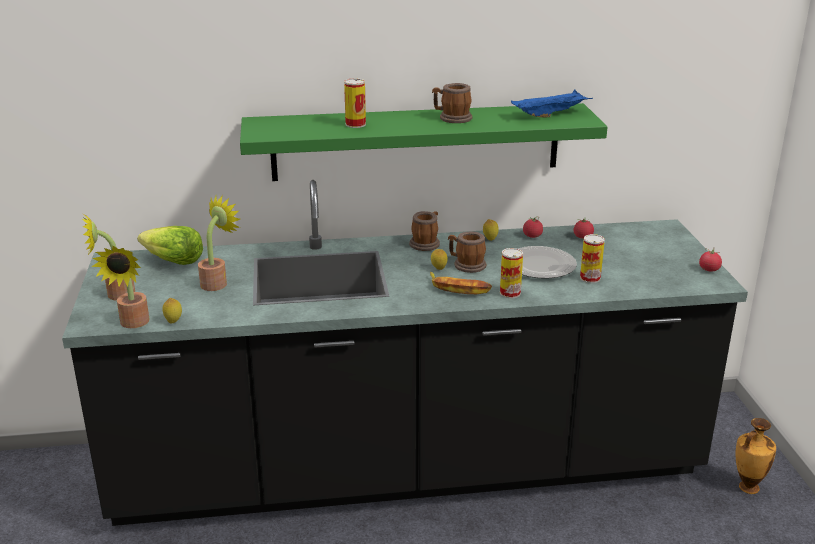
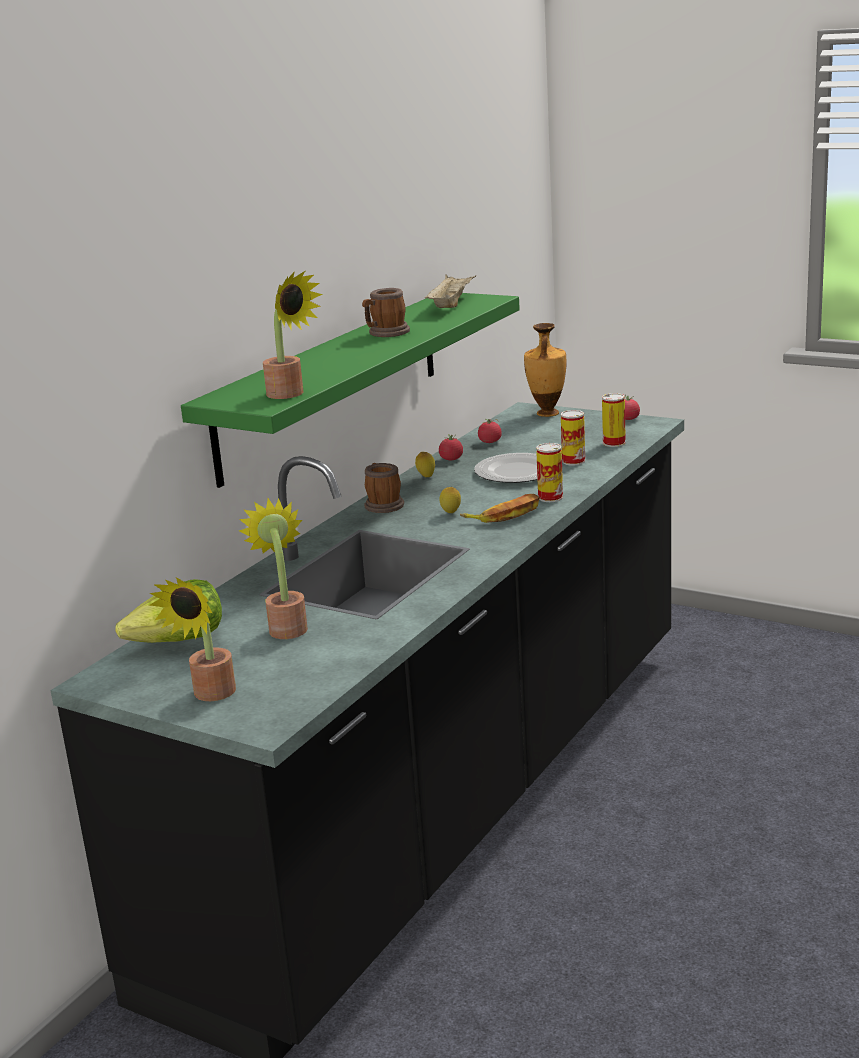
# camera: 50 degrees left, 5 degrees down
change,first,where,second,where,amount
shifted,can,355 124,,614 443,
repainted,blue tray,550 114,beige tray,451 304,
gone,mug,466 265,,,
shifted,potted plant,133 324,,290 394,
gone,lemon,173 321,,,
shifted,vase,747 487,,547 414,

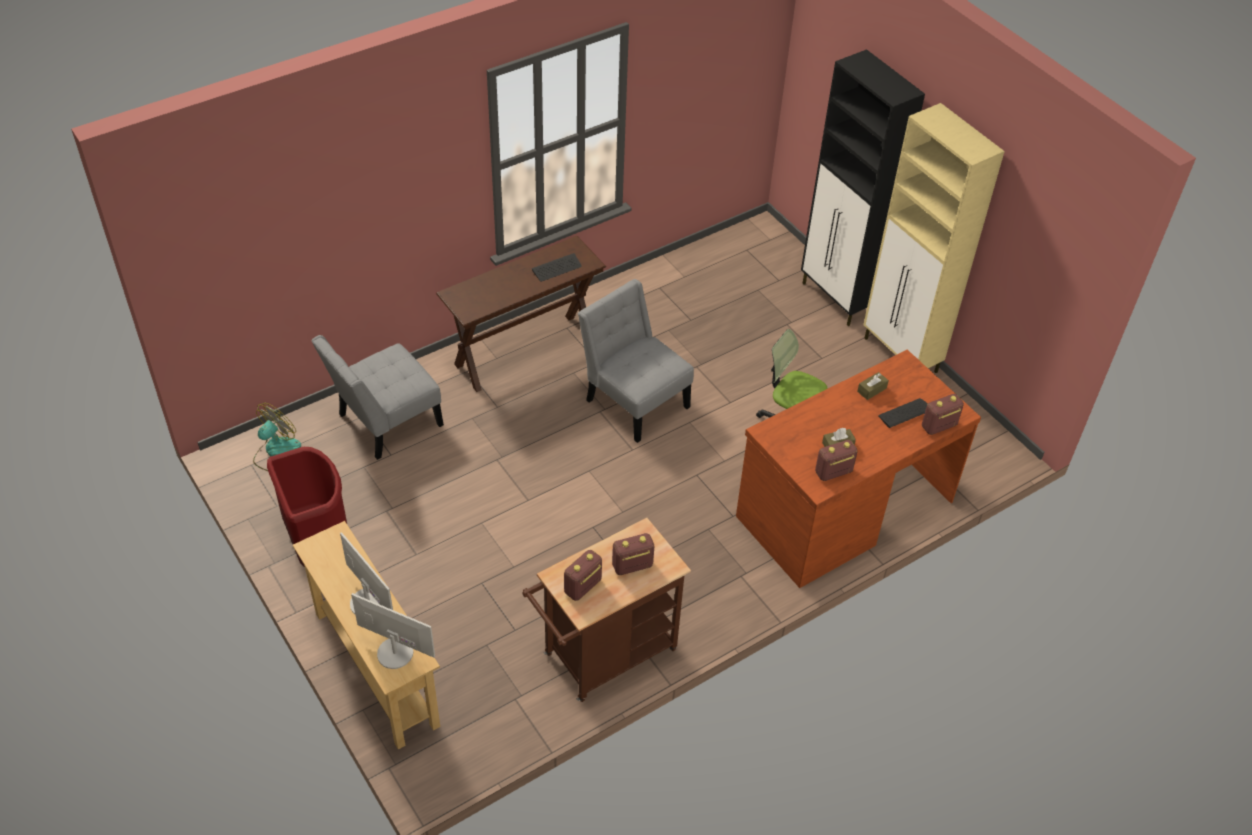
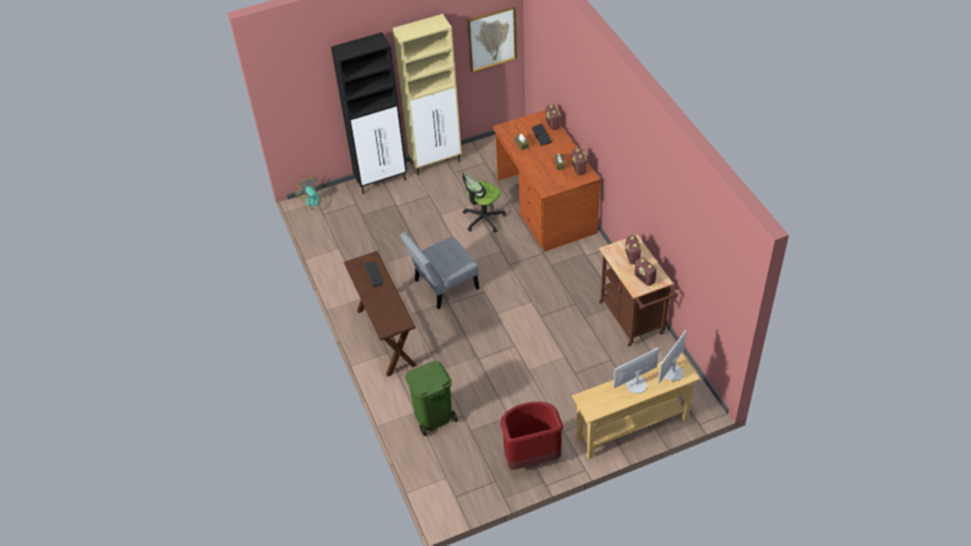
# camera: 75 degrees left, 0 degrees up
change,first,where,second,where,amount
swapped,grey chair,385 423,green trash can,433 417,
shifted,fan,276 452,,315 202,
new,,,picture,492 39,

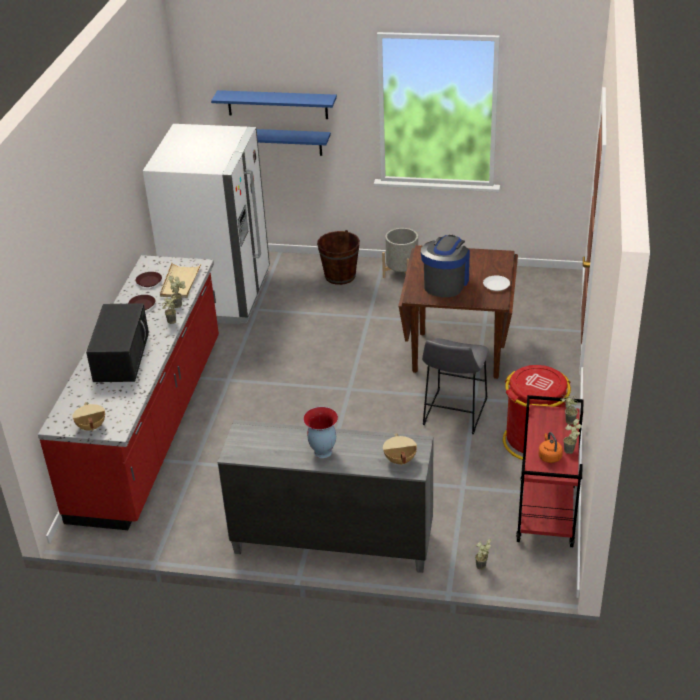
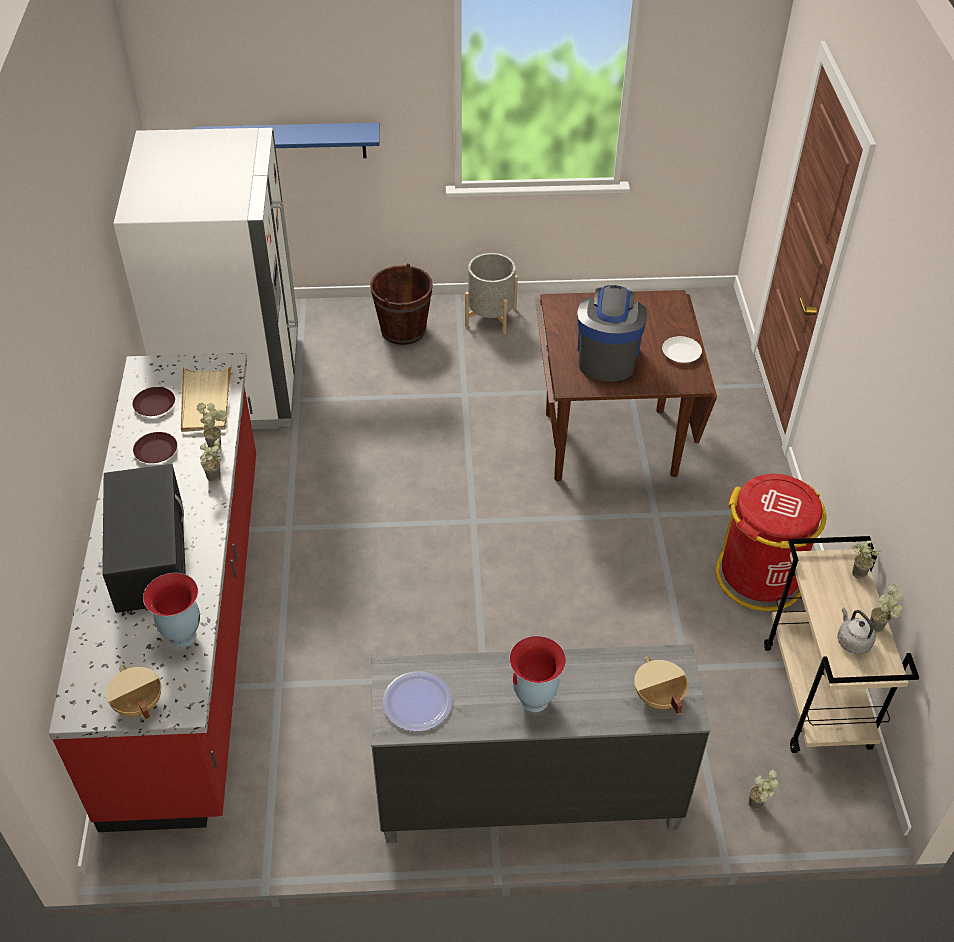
# camera: 15 degrees left, 10 degrees up
change,first,where,second,where,amount
gone,blue shelf,277 104,,,
gone,grey stool,453 414,,,
repainted,red cart,547 514,beige cart,817 697,
repainted,orange kettle,549 456,grey kettle,852 641,
new,,,vase,181 635,
new,,,plate,417 702,

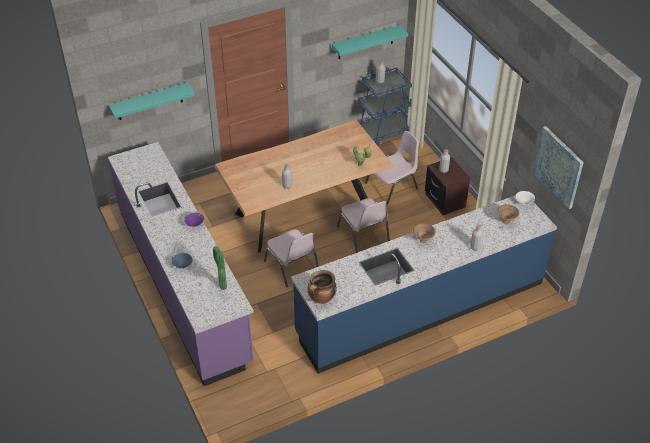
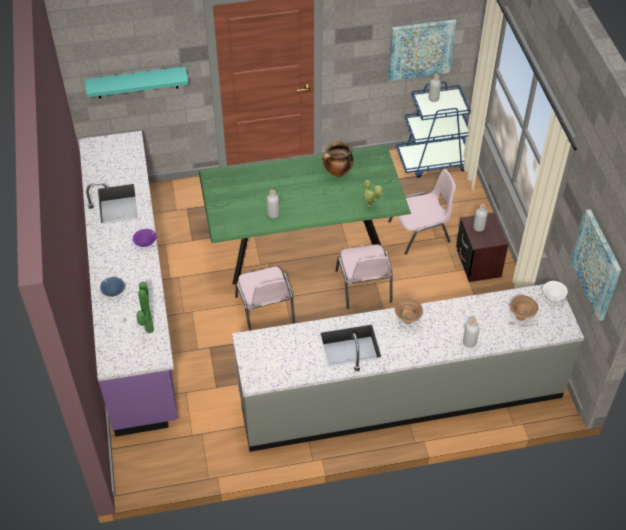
# camera: 15 degrees right, 5 degrees up
change,first,where,second,where,amount
swapped,turquoise shelf,365 42,picture,421 49,
repainted,brown dining table,304 213,green dining table,303 245,
repainted,blue counter,421 308,grey counter,400 396,
shifted,cooking pot,321 299,,337 172,

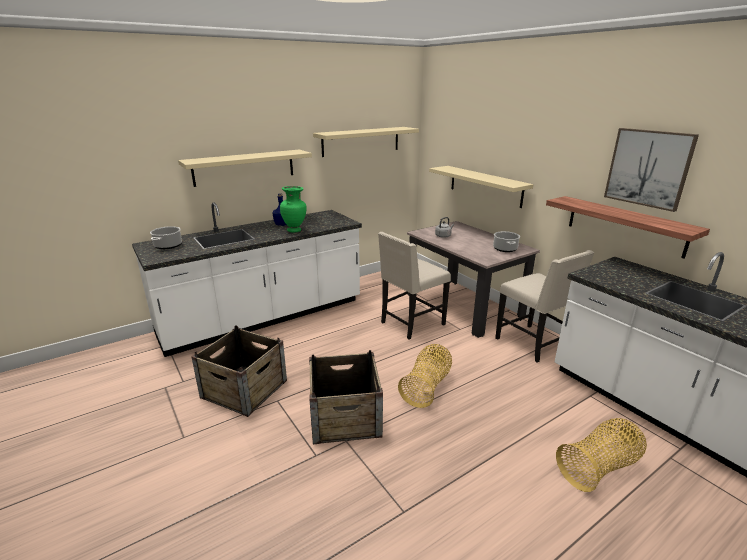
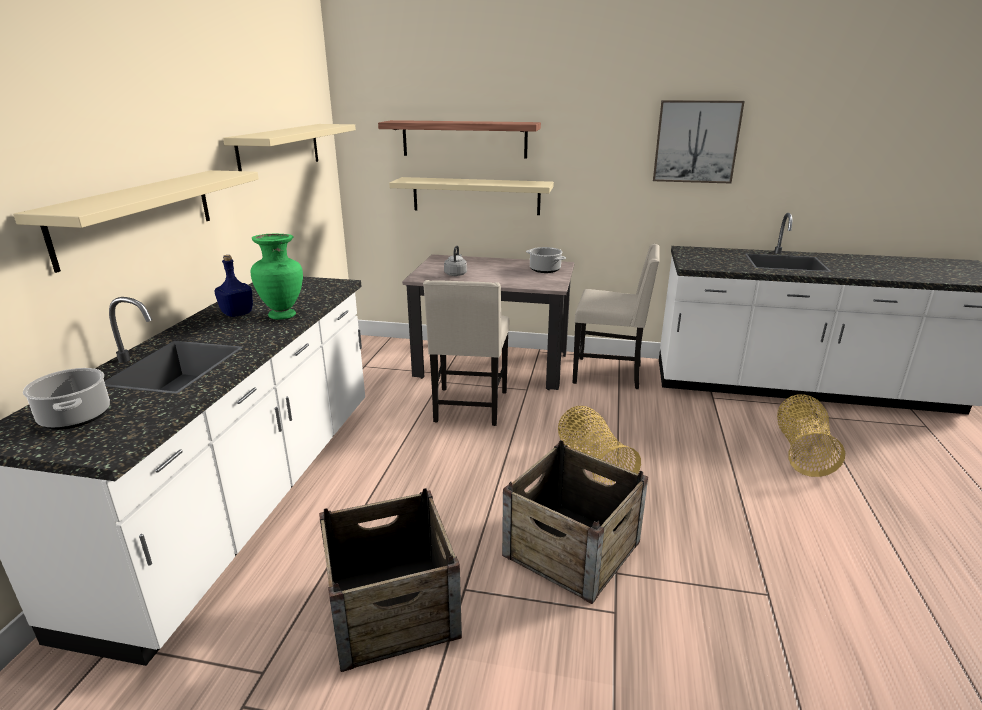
# camera: 45 degrees left, 0 degrees up
change,first,where,second,where,amount
shifted,shelf,625 225,,464 139,

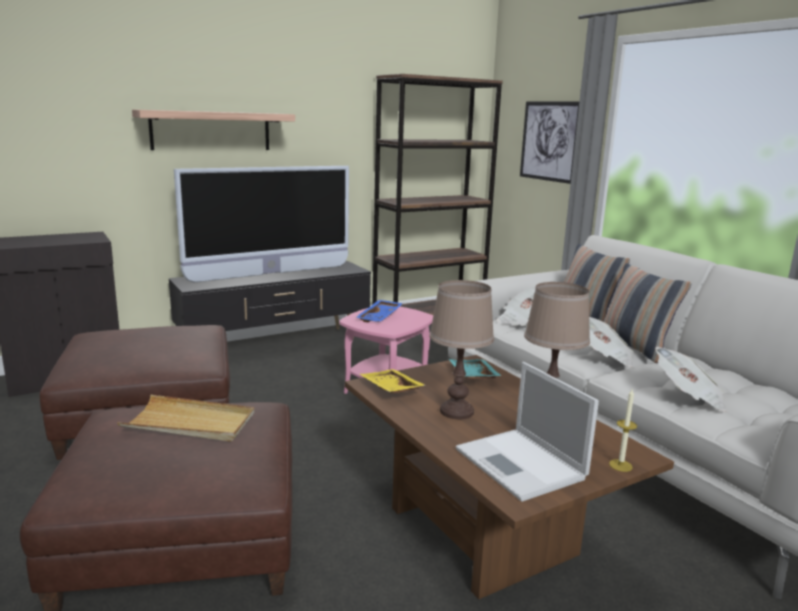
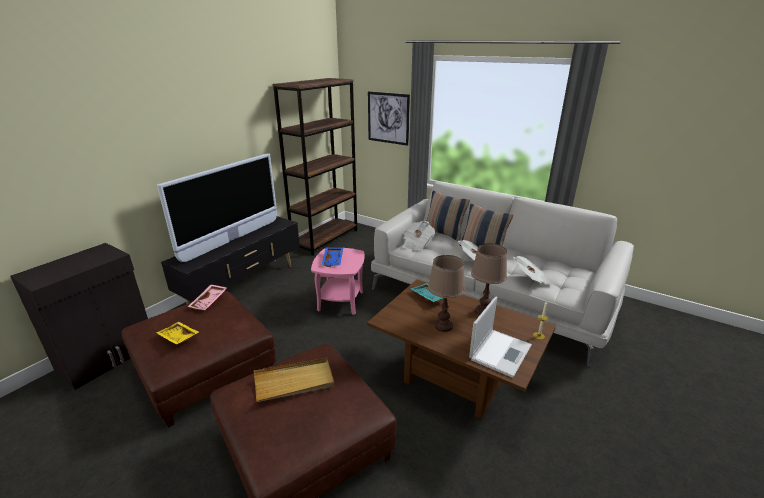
# camera: 25 degrees left, 10 degrees up
change,first,where,second,where,amount
gone,shelf,211 131,,,
rotated,laptop,521 465,,500 351,90 degrees counterclockwise
shifted,yellow tray,390 389,,178 338,
new,,,pink tray,209 301,

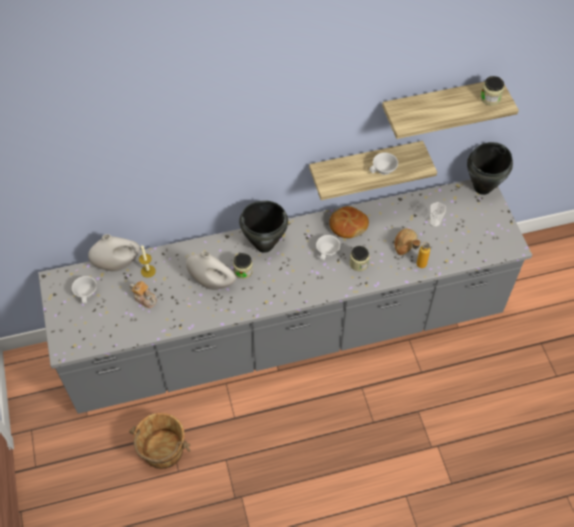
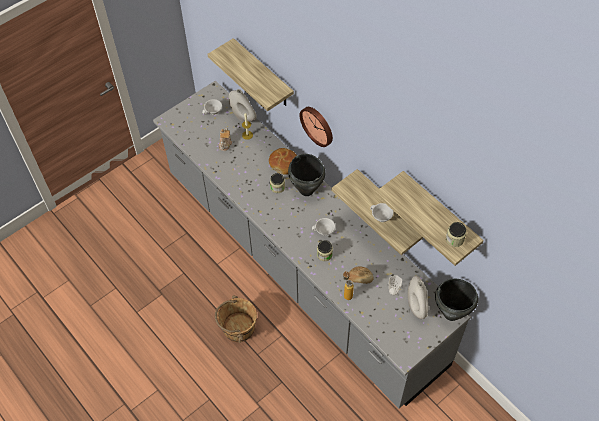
# camera: 65 degrees right, 0 degrees up
change,first,where,second,where,amount
shifted,bread,347 226,,284 163,
shifted,white vase,212 283,,416 306,
shifted,brown bucket,162 450,,238 328,
new,,,shelf,263 74,
new,,,wall clock,318 125,

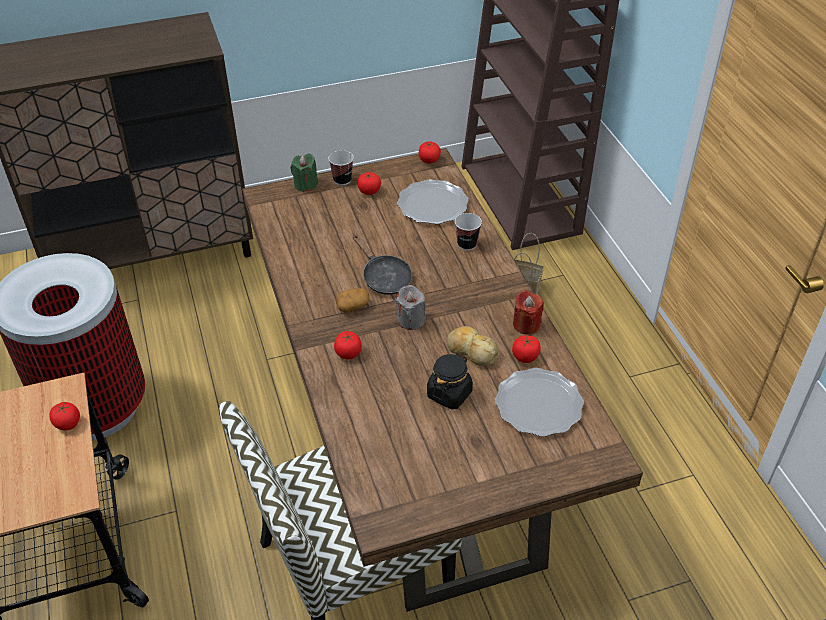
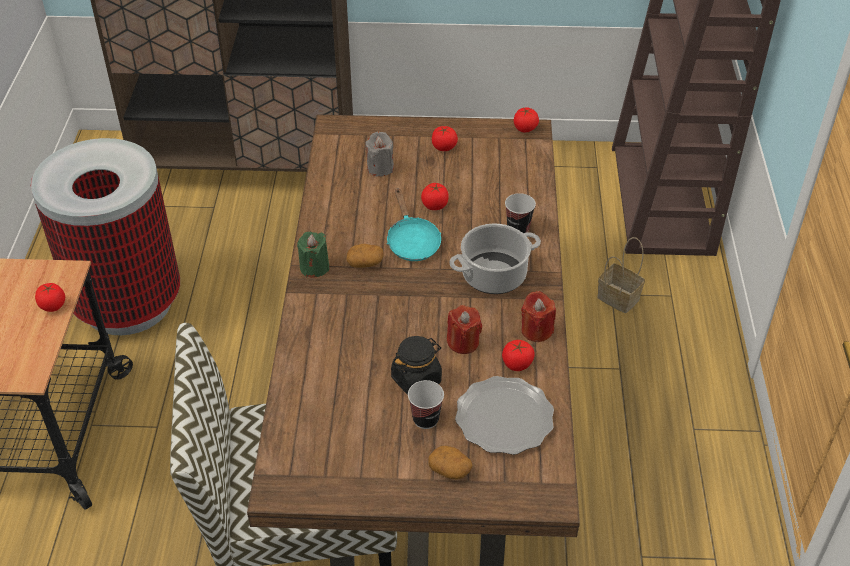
# camera: 20 degrees right, 0 degrees up
change,first,where,second,where,amount
shifted,cup,342 180,,425 419,
shifted,green candle,305 184,,314 267,
gone,plate,432 205,,,
repainted,black frying pan,384 277,turquoise frying pan,412 241,
shifted,grey candle,411 320,,380 168,
swapped,bread,472 351,red candle,463 342,
shifted,tomato,348 353,,435 205,
new,,,cooking pot,493 276,
new,,,potato,450 470,

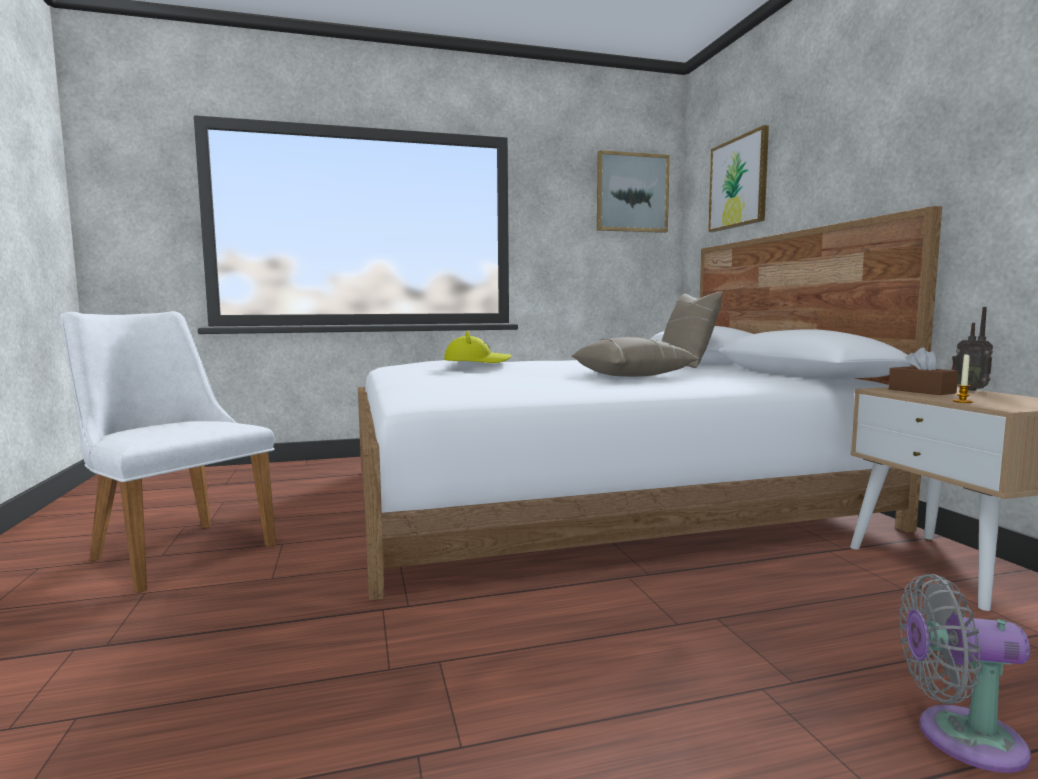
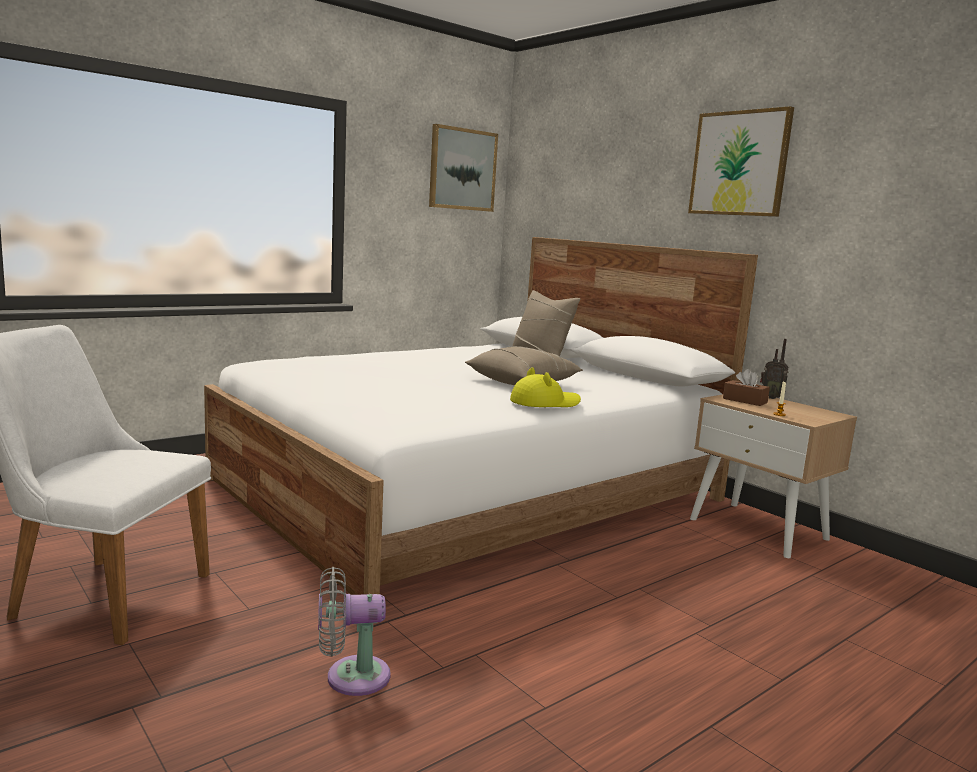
# camera: 25 degrees left, 5 degrees up
change,first,where,second,where,amount
shifted,picture,738 183,,739 163,
shifted,yellow hat,477 361,,544 403,
shifted,grey fan,959 737,,351 677,

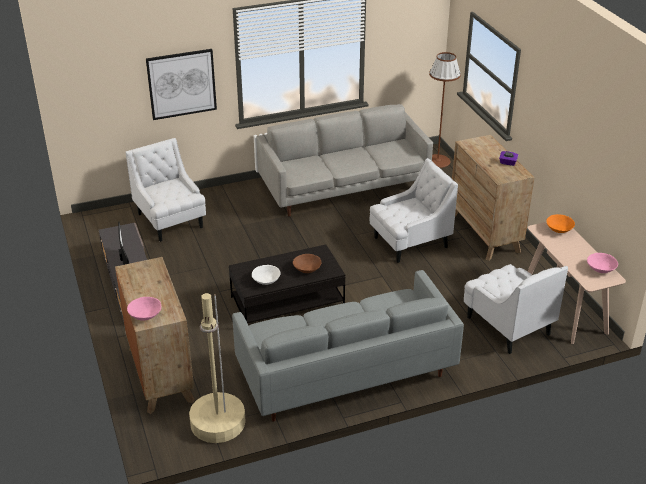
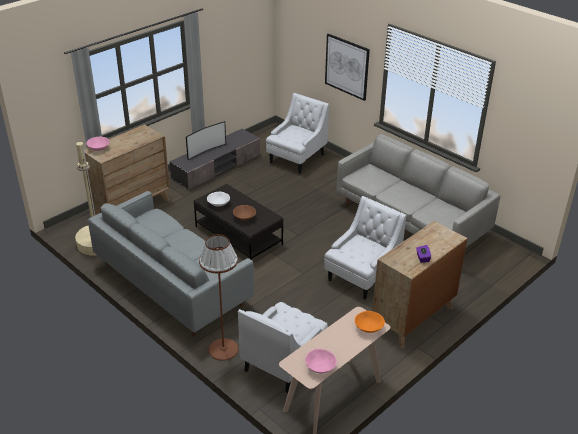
# camera: 65 degrees right, 0 degrees up
change,first,where,second,where,amount
shifted,brown floor lamp,437 161,,223 349,
rotated,white armchair,409 243,,361 276,90 degrees counterclockwise

